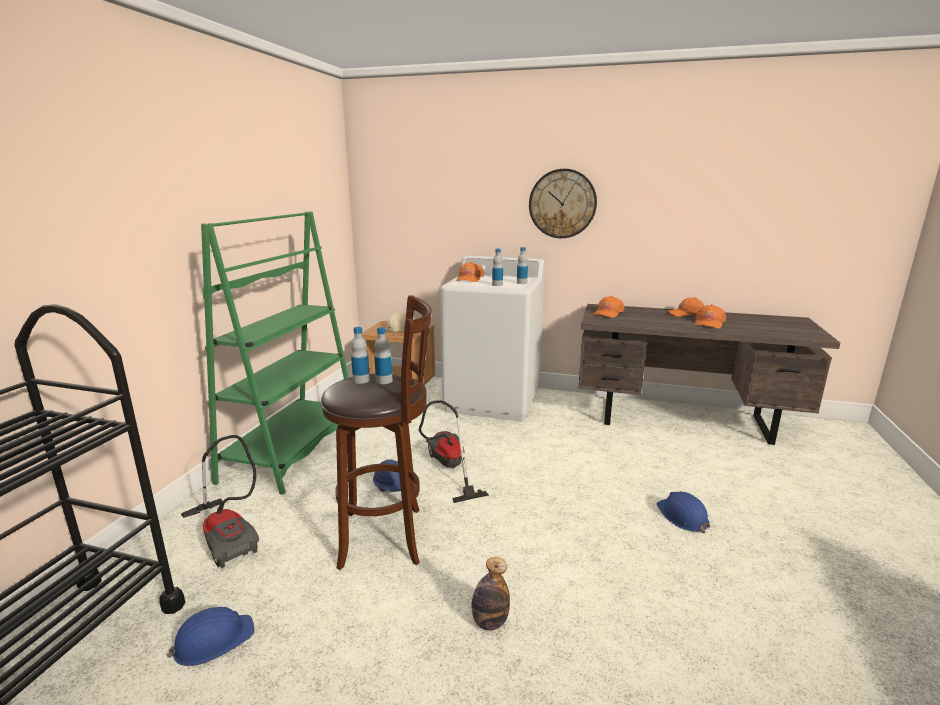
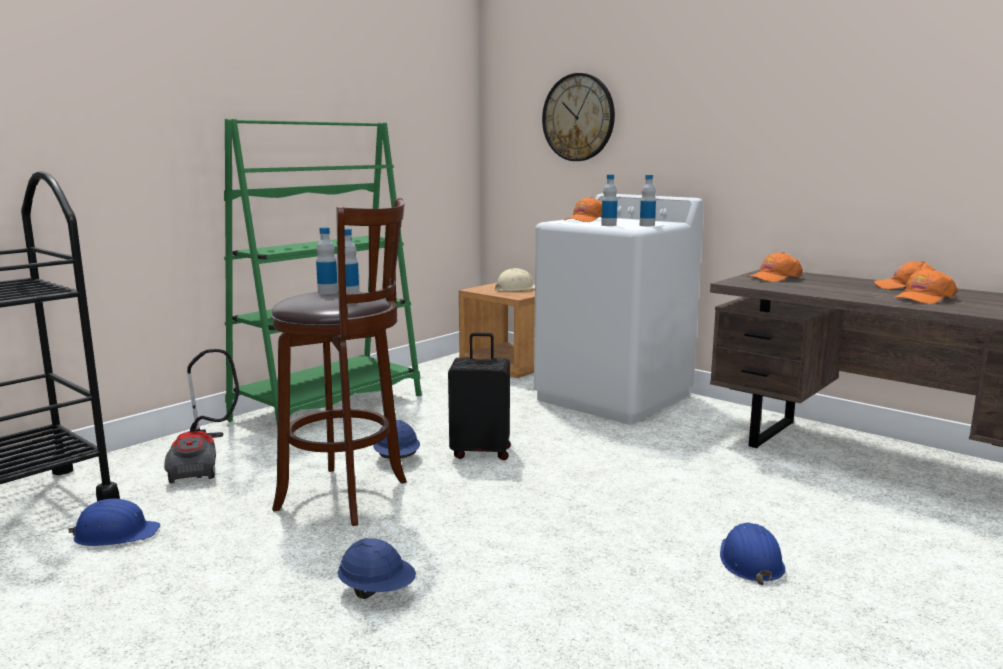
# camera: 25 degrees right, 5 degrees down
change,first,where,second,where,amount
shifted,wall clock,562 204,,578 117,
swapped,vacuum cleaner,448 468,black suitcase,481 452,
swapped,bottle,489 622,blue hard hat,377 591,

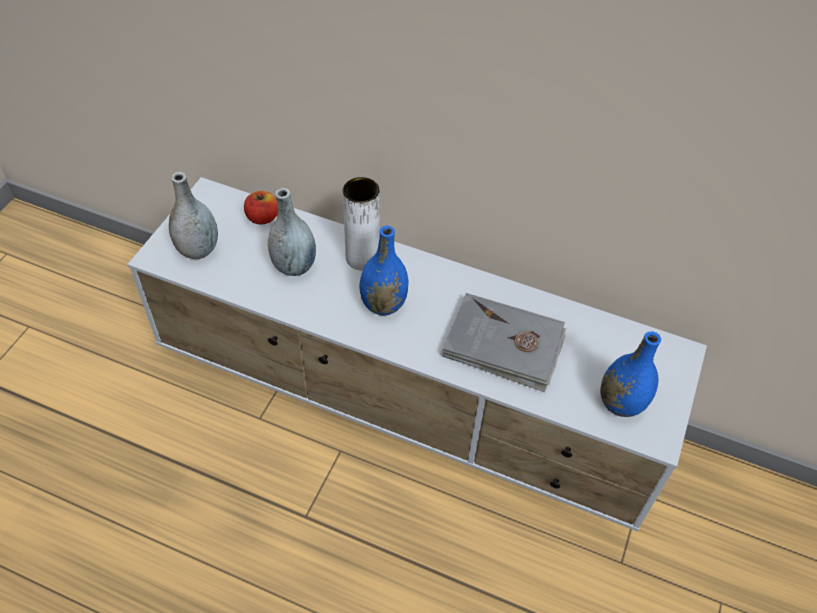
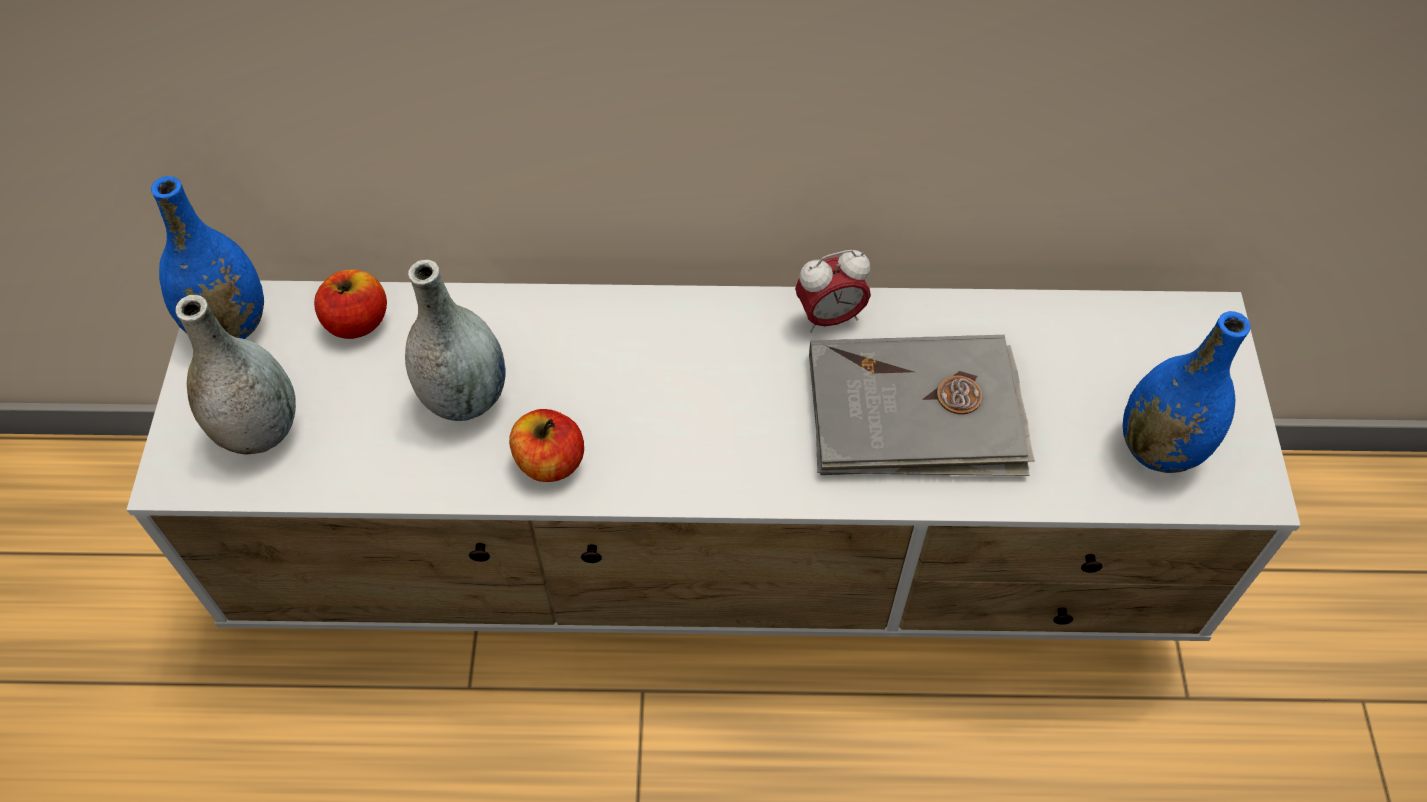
# camera: 20 degrees left, 5 degrees up
change,first,where,second,where,amount
gone,white vase,362 258,,,
shifted,blue vase,383 304,,230 325,
new,,,alarm clock,829 317,
new,,,apple,550 462,

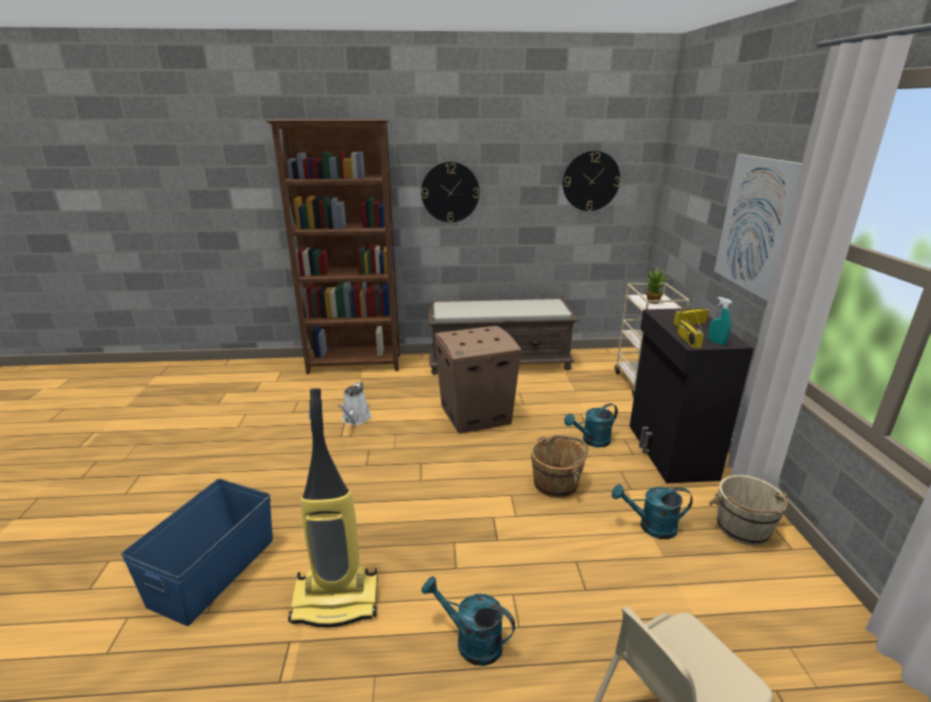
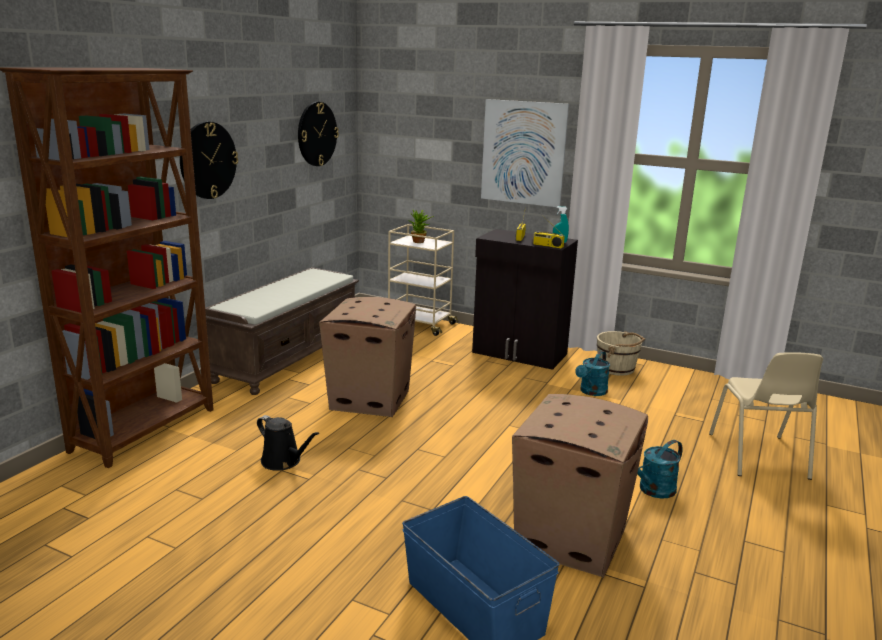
# camera: 60 degrees left, 5 degrees down
change,first,where,second,where,amount
repainted,white watering can,355 419,black watering can,283 461,
swapped,vacuum cleaner,337 600,cardboard box,571 538,
gone,turquoise watering can,592 441,,,
gone,brown bucket,556 483,,,

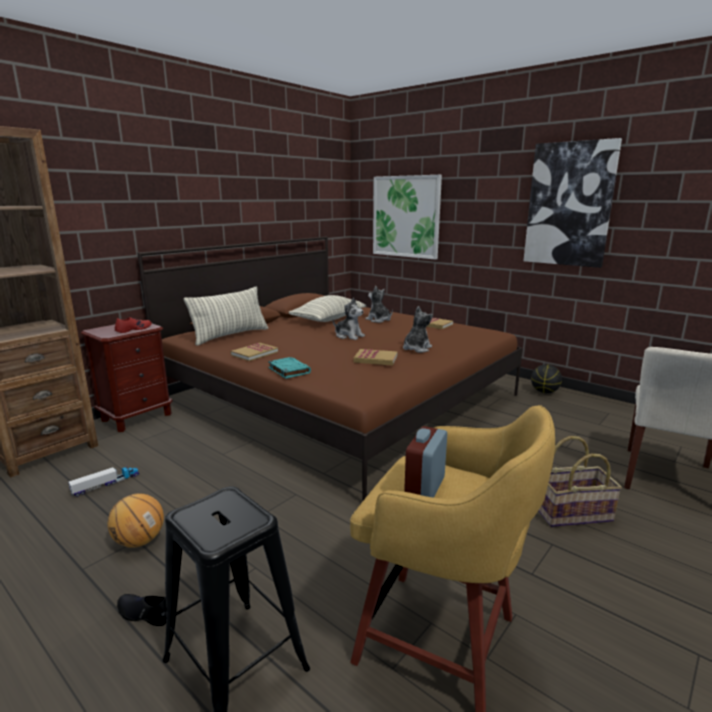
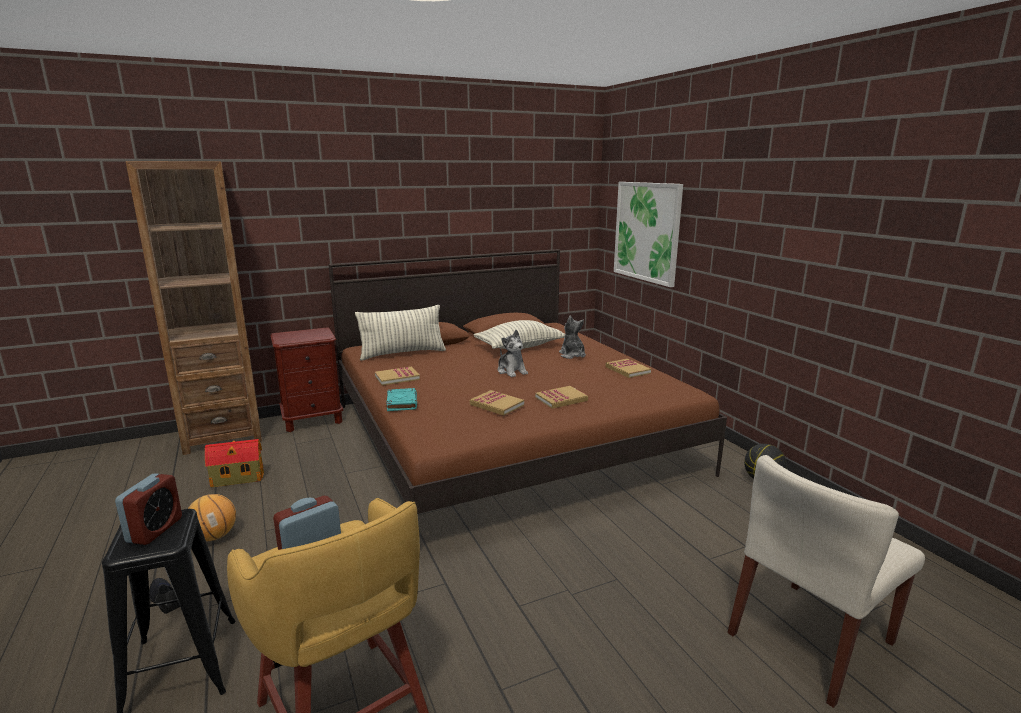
# camera: 25 degrees right, 0 degrees up
change,first,where,second,where,amount
gone,picture,569 204,,,
swapped,plush toy,416 349,book,561 399,
gone,red shoe,133 329,,,
gone,basket,572 512,,,
swapped,toy truck,106 484,toy house,236 478,
new,,,alarm clock,155 530,

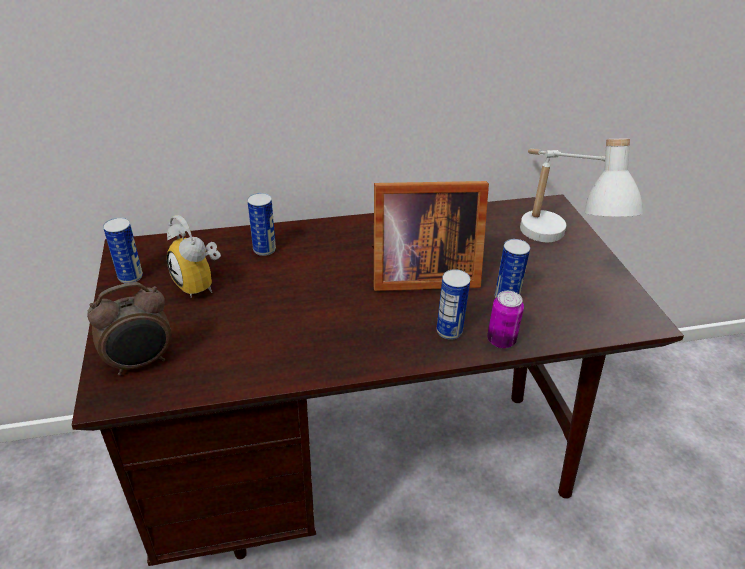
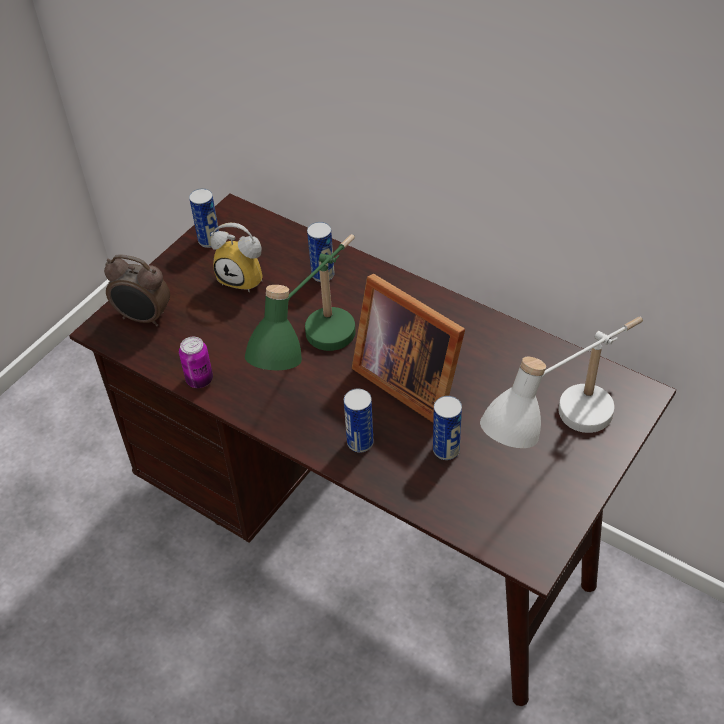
# camera: 50 degrees right, 10 degrees up
change,first,where,second,where,amount
rotated,alarm clock,201 284,,245 277,75 degrees counterclockwise
shifted,can,501 340,,199 380,
new,,,green table lamp,318 359,

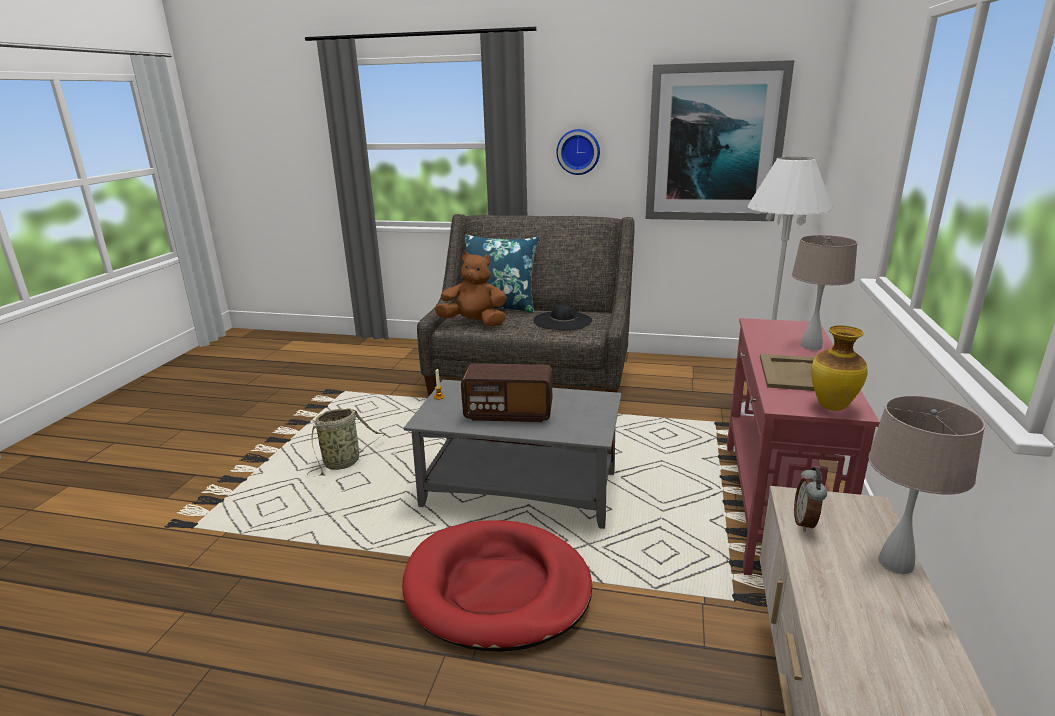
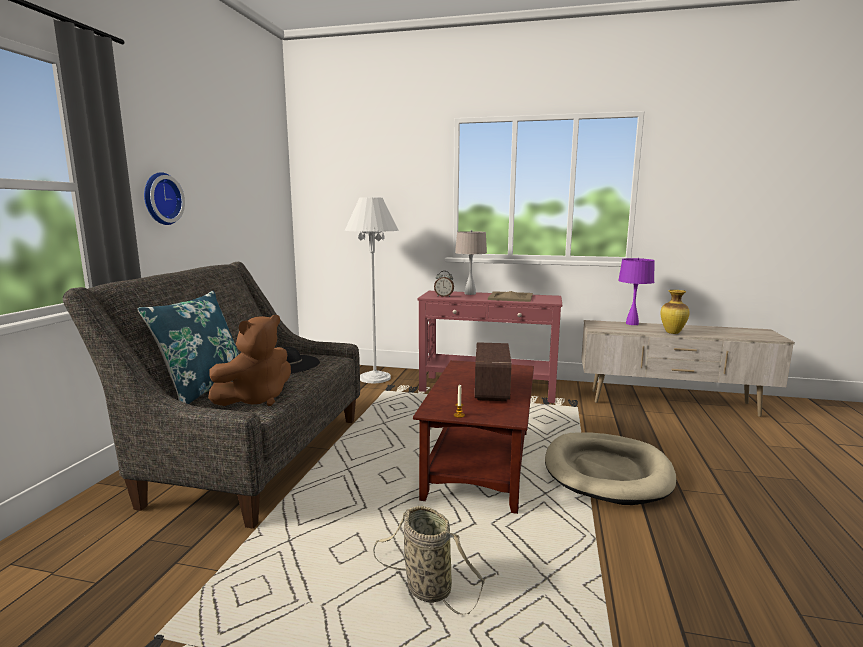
# camera: 90 degrees left, 10 degrees down
change,first,where,second,where,amount
gone,picture,714 144,,,
rotated,brown plush toy,474 323,,256 399,150 degrees counterclockwise
shifted,vase,831 406,,672 333,
repainted,grey coffee table,521 489,brown coffee table,479 462,
repainted,beige table lamp,895 562,purple table lamp,631 324,
shifted,alarm clock,806 523,,444 296,
repainted,red dog bed,497 589,beige dog bed,607 472,

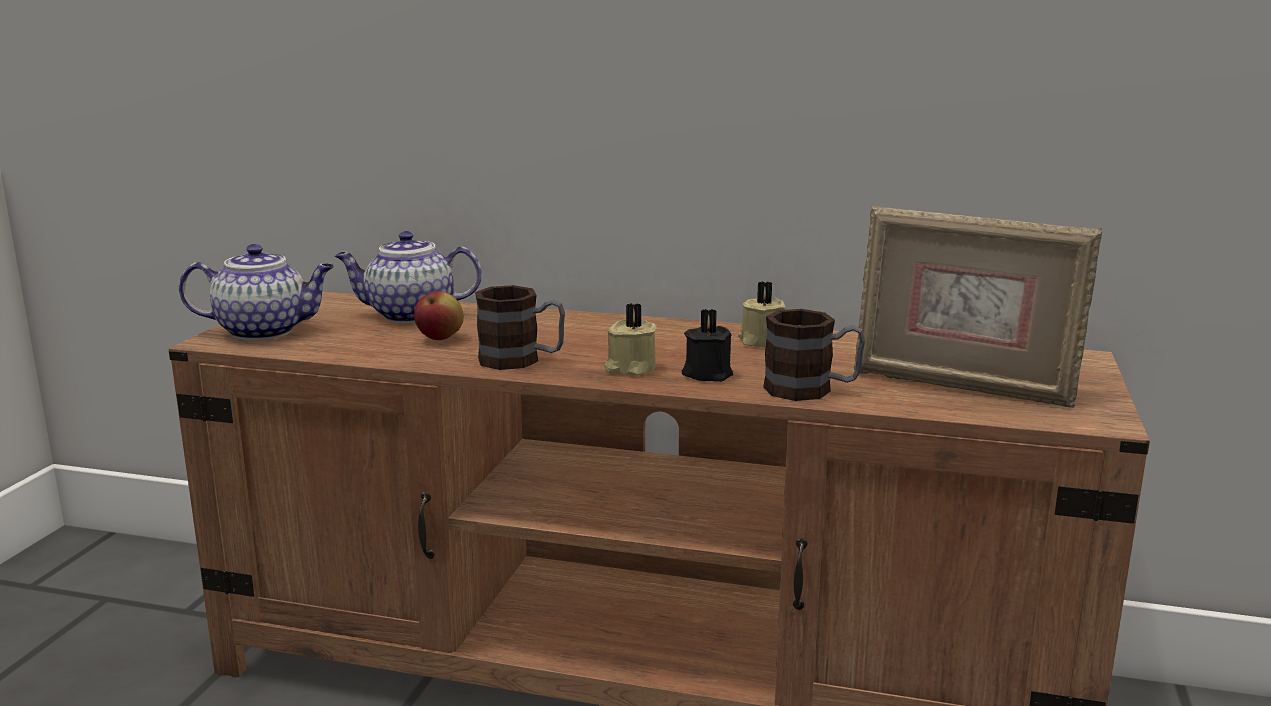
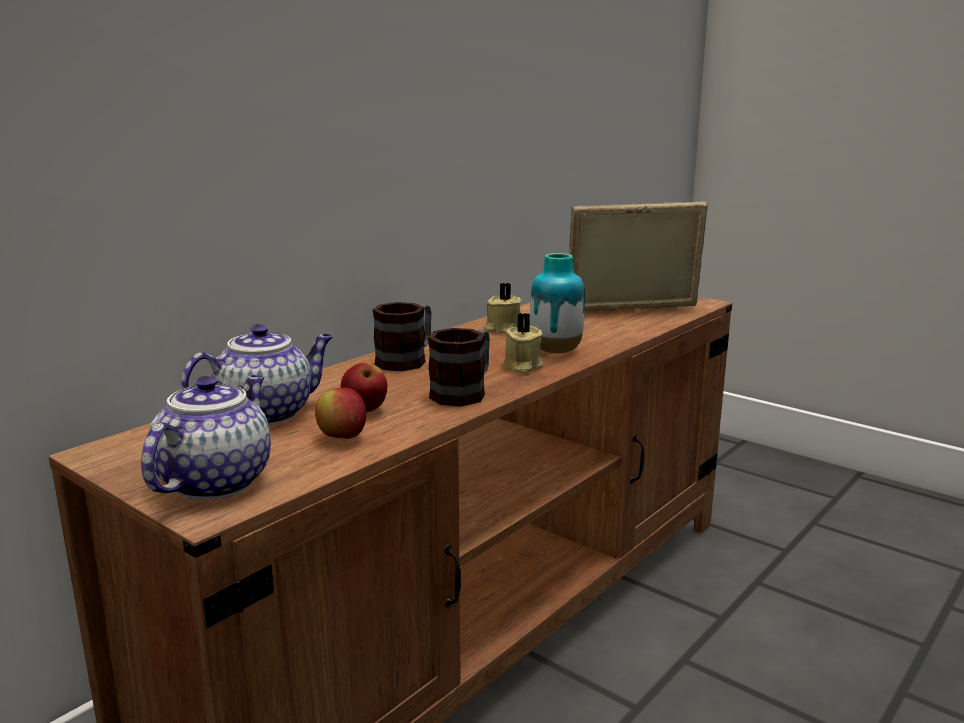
# camera: 65 degrees left, 0 degrees up
change,first,where,second,where,amount
rotated,picture frame,962 386,,633 311,150 degrees counterclockwise
rotated,teapot,409 315,,267 413,150 degrees counterclockwise
swapped,black candle,707 373,vase,556 351,
shifted,mug,812 390,,407 360,
new,,,apple,342 438,

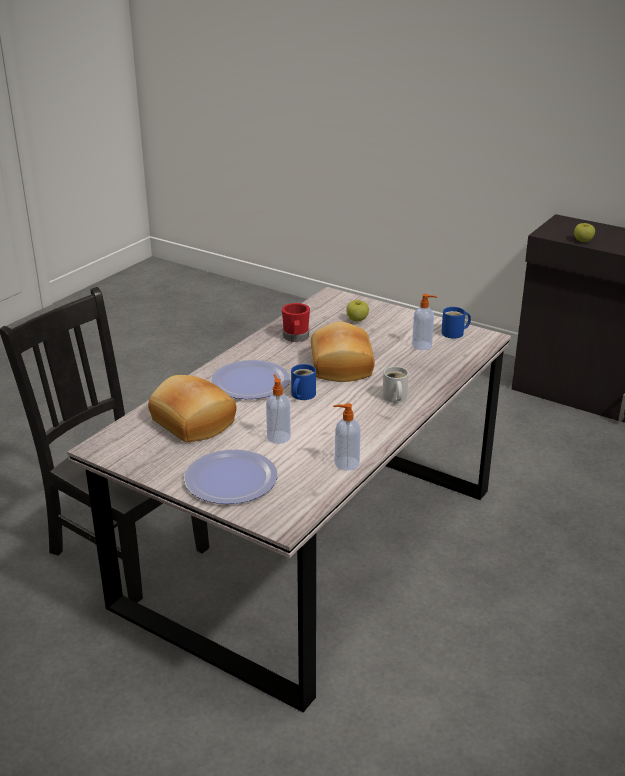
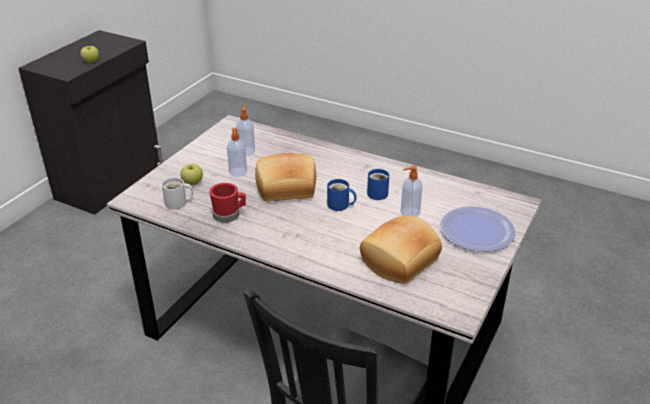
# camera: 95 degrees left, 5 degrees up
change,first,where,second,where,amount
shifted,blue mug,455 333,,377 192,
gone,plate,250 381,,,
shifted,white mug,394 398,,178 203,
shifted,soap dispenser,346 463,,238 172,

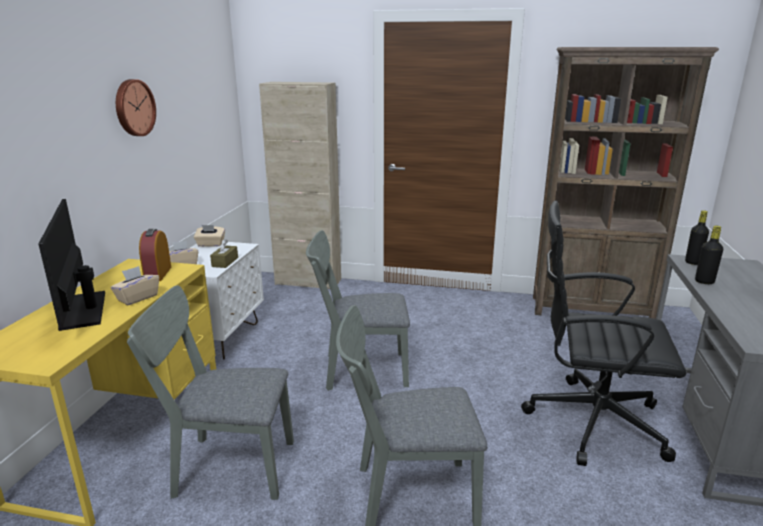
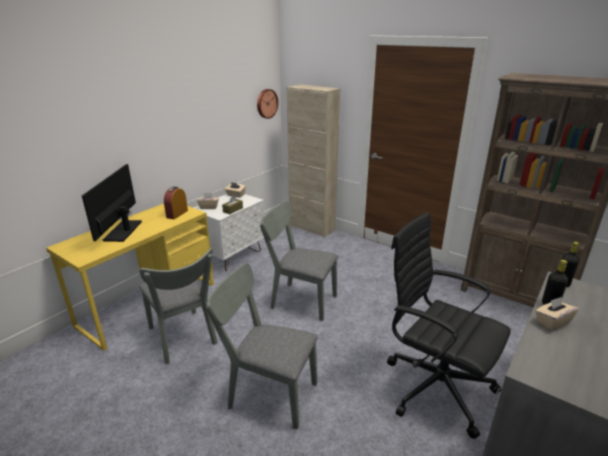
# camera: 25 degrees right, 5 degrees up
change,first,where,second,where,amount
shifted,wall clock,133 108,,266 103,
shifted,beige tissue box,137 298,,552 322,
rotated,grey chair,225 466,,184 339,150 degrees counterclockwise

